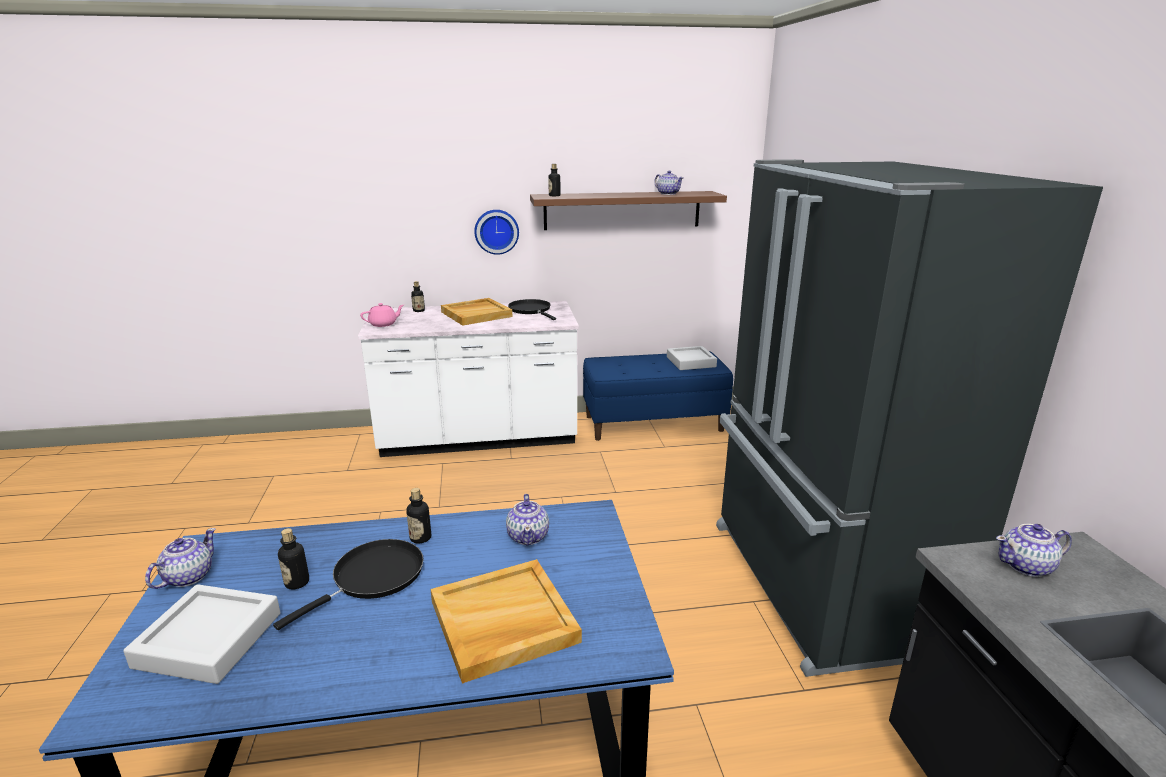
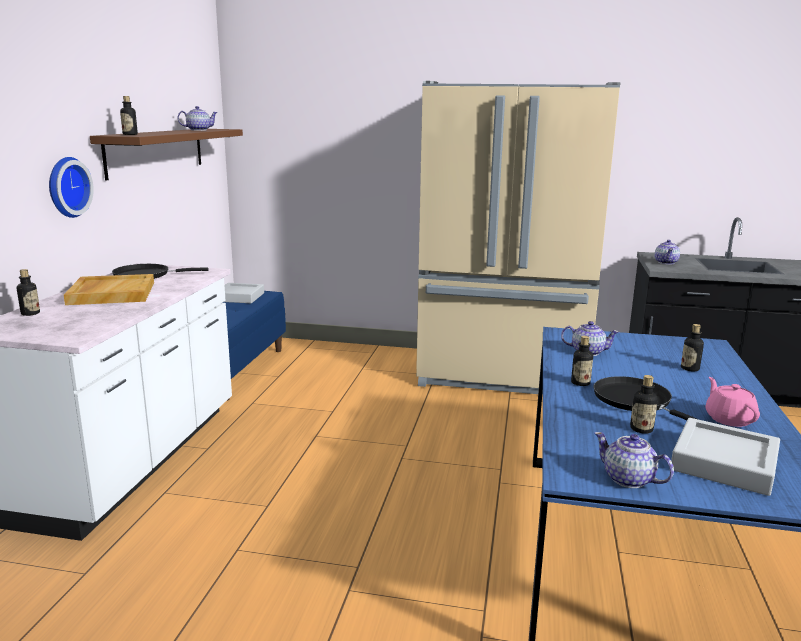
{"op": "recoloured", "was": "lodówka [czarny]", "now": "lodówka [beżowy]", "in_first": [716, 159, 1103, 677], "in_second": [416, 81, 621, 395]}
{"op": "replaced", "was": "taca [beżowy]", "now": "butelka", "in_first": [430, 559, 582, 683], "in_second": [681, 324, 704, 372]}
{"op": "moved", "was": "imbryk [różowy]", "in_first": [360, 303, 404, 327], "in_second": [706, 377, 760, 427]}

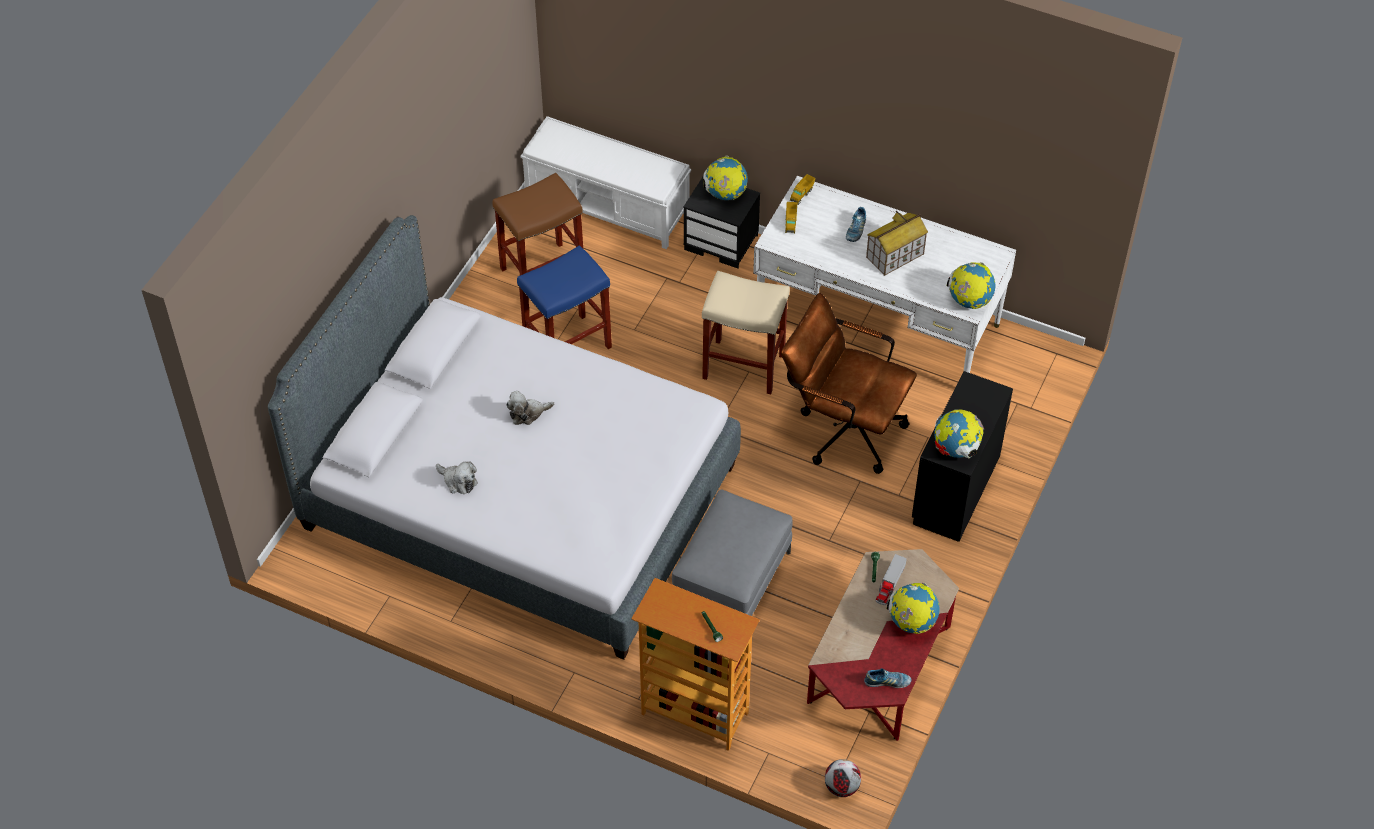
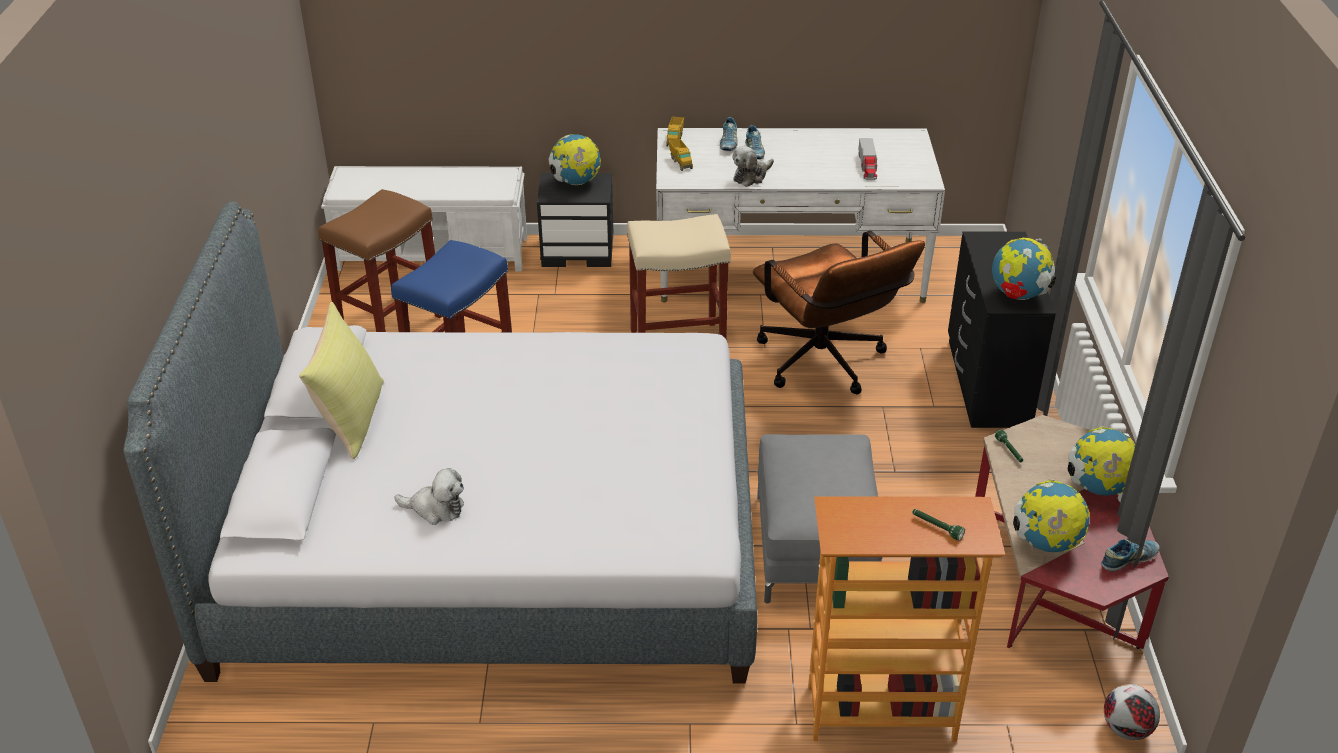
{"op": "added", "now": "poduszka [żółty]", "in_second": [299, 302, 384, 459]}
{"op": "added", "now": "but", "in_second": [720, 117, 738, 151]}
{"op": "moved", "was": "pluszak", "in_first": [506, 391, 554, 425], "in_second": [732, 146, 774, 187]}
{"op": "turned", "was": "krzesło biurowe [brązowy]", "in_first": [781, 293, 917, 474], "in_second": [753, 231, 925, 394], "clockwise": -120}
{"op": "moved", "was": "ciężarówka zabawkowa", "in_first": [876, 554, 907, 605], "in_second": [859, 138, 877, 180]}
{"op": "moved", "was": "globus", "in_first": [947, 262, 995, 309], "in_second": [1013, 479, 1090, 552]}
{"op": "removed", "was": "domek", "in_first": [866, 211, 928, 276]}

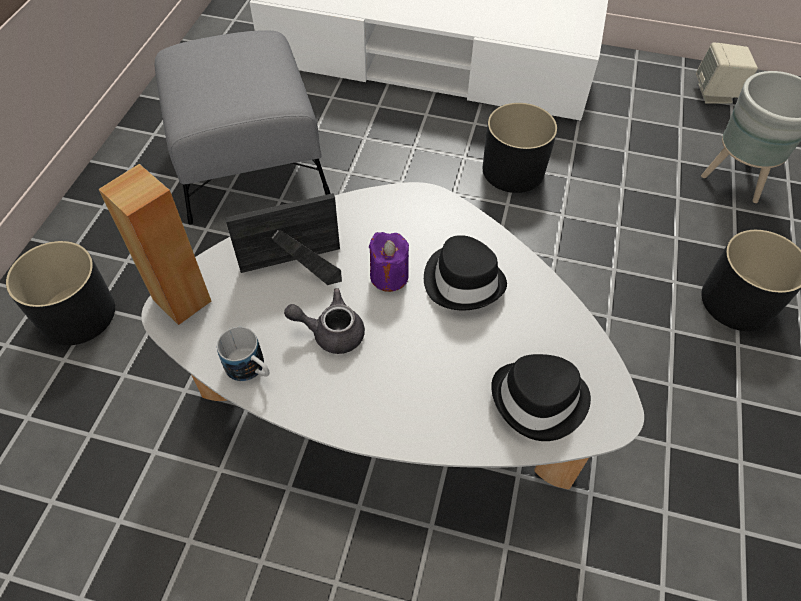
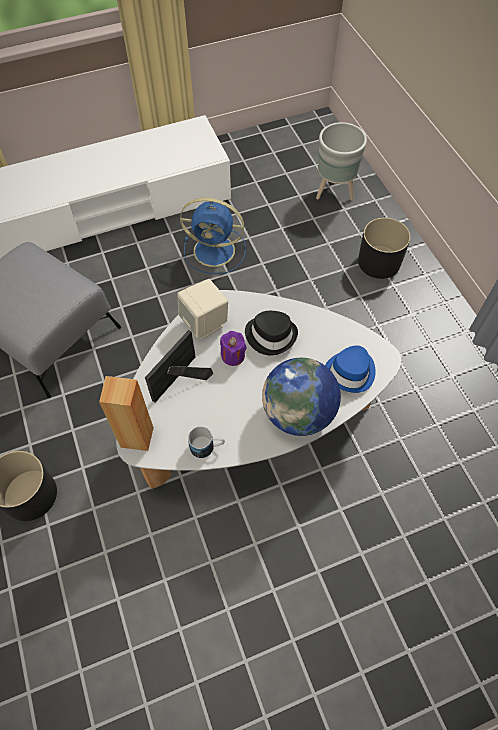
{"op": "moved", "was": "głośnik [beżowy]", "in_first": [696, 42, 758, 104], "in_second": [177, 279, 228, 340]}
{"op": "replaced", "was": "donica [czarny]", "now": "wentylator [niebieski]", "in_first": [483, 103, 557, 193], "in_second": [180, 198, 246, 274]}
{"op": "added", "now": "globus", "in_second": [262, 358, 341, 436]}
{"op": "recoloured", "was": "kapelusz [czarny]", "now": "kapelusz [niebieski]", "in_first": [491, 354, 591, 441], "in_second": [325, 346, 376, 393]}
{"op": "removed", "was": "imbryk [szary]", "in_first": [284, 288, 365, 354]}

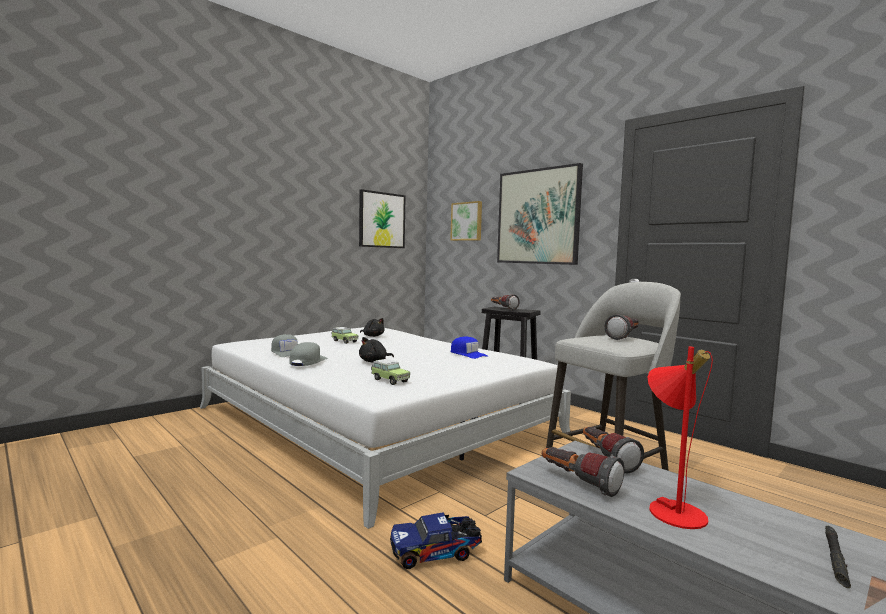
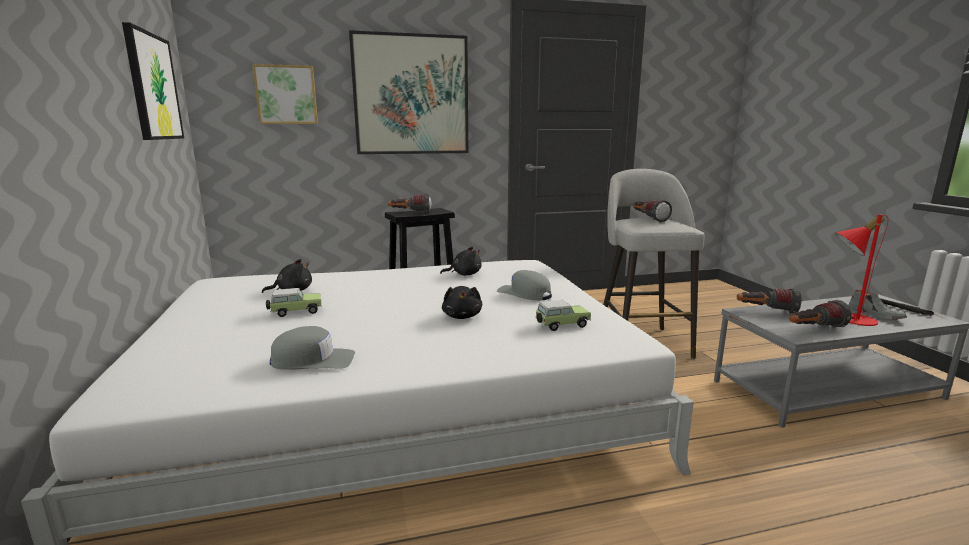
{"op": "replaced", "was": "czapka z daszkiem [niebieski]", "now": "pluszak [czarny]", "in_first": [451, 337, 488, 359], "in_second": [440, 247, 482, 276]}
{"op": "moved", "was": "czapka z daszkiem [szary]", "in_first": [289, 342, 328, 366], "in_second": [497, 270, 552, 301]}
{"op": "added", "now": "but [szary]", "in_second": [848, 290, 907, 320]}
{"op": "removed", "was": "ciężarówka zabawkowa", "in_first": [390, 512, 482, 569]}

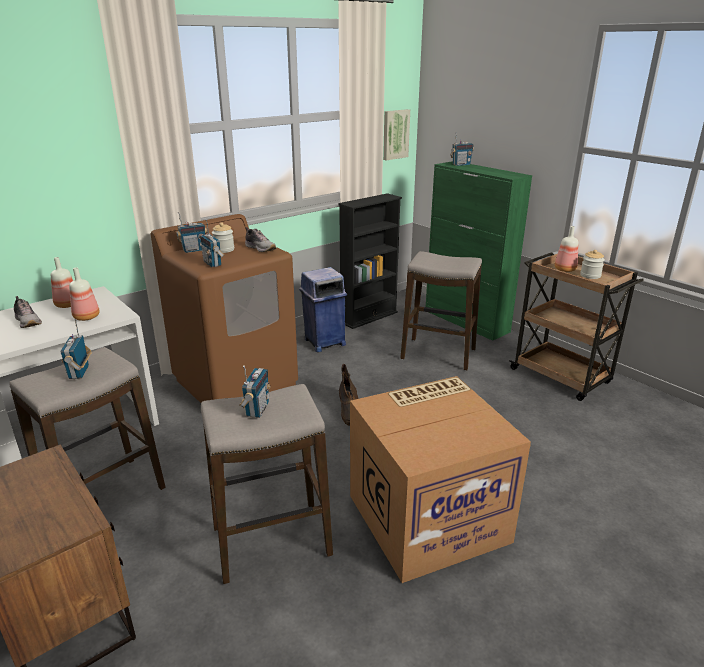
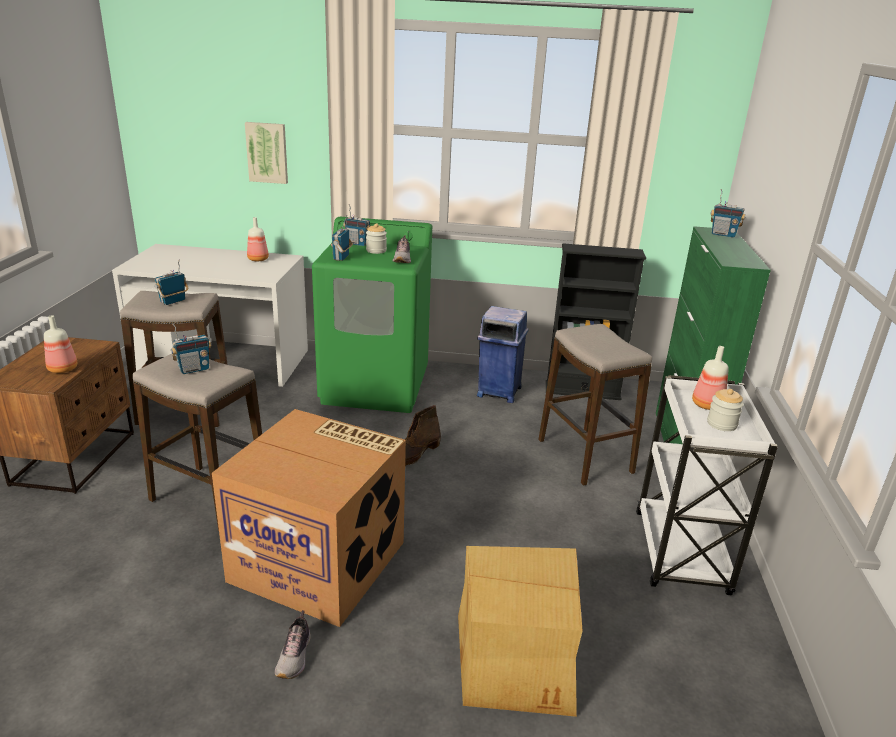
{"op": "moved", "was": "butelka", "in_first": [69, 267, 100, 321], "in_second": [44, 315, 77, 373]}
{"op": "moved", "was": "obraz", "in_first": [383, 109, 410, 161], "in_second": [245, 122, 288, 184]}
{"op": "moved", "was": "but", "in_first": [14, 296, 42, 328], "in_second": [275, 610, 311, 679]}
{"op": "recoloured", "was": "pralka [brązowy]", "now": "pralka [zielony]", "in_first": [151, 214, 298, 403], "in_second": [312, 217, 432, 413]}
{"op": "added", "now": "karton", "in_second": [458, 546, 583, 717]}
{"op": "recoloured", "was": "wózek [brązowy]", "now": "wózek [biały]", "in_first": [509, 252, 644, 401], "in_second": [636, 375, 778, 595]}

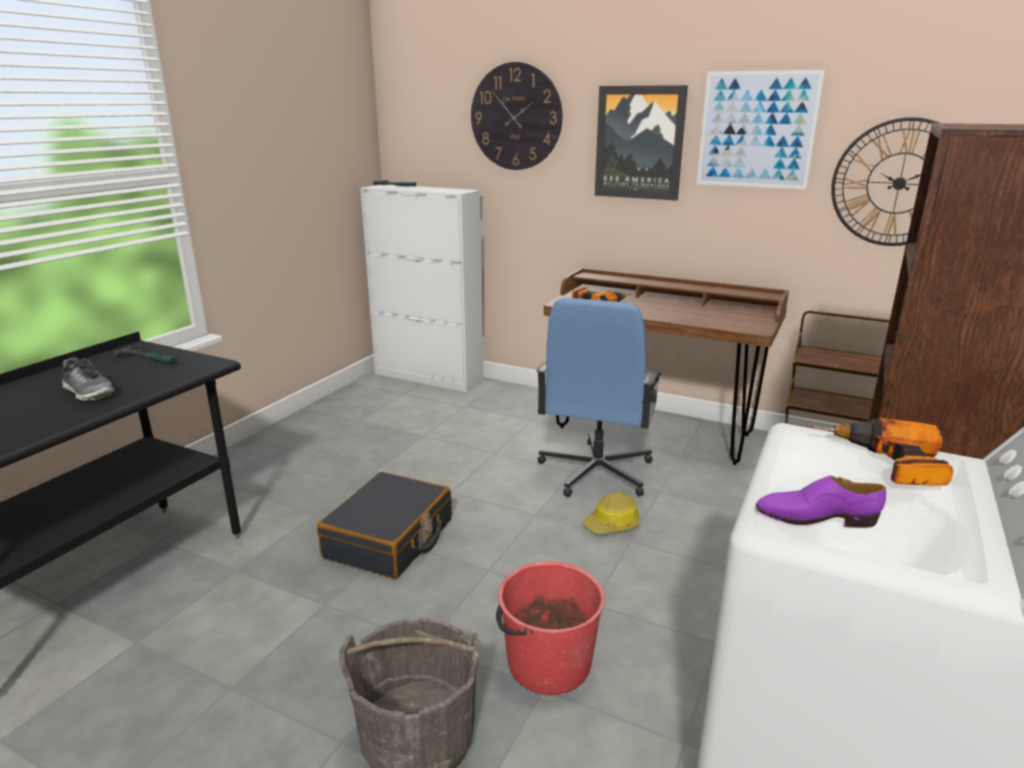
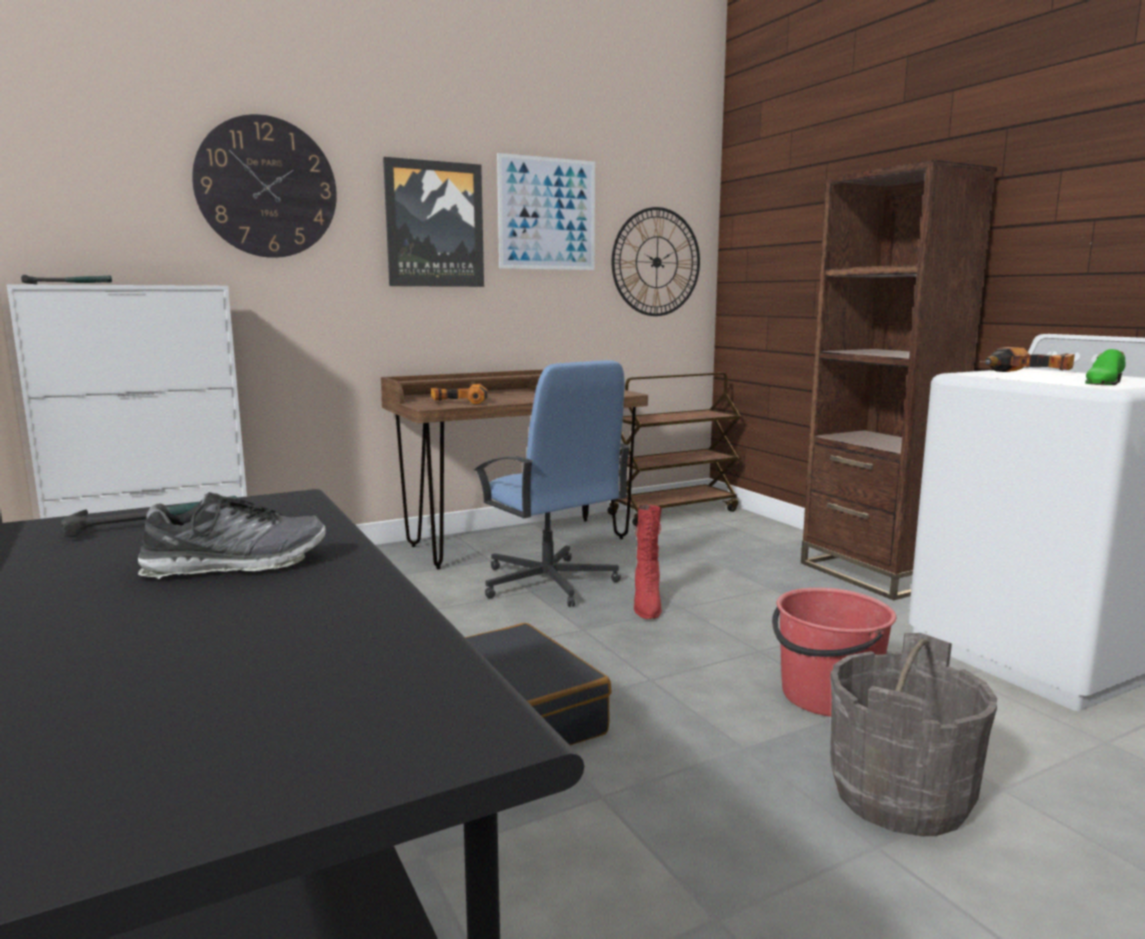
{"op": "replaced", "was": "kask", "now": "but z cholewką [czerwony]", "in_first": [582, 492, 640, 534], "in_second": [634, 505, 662, 619]}
{"op": "recoloured", "was": "but [fioletowy]", "now": "but [zielony]", "in_first": [756, 476, 886, 528], "in_second": [1085, 349, 1126, 385]}

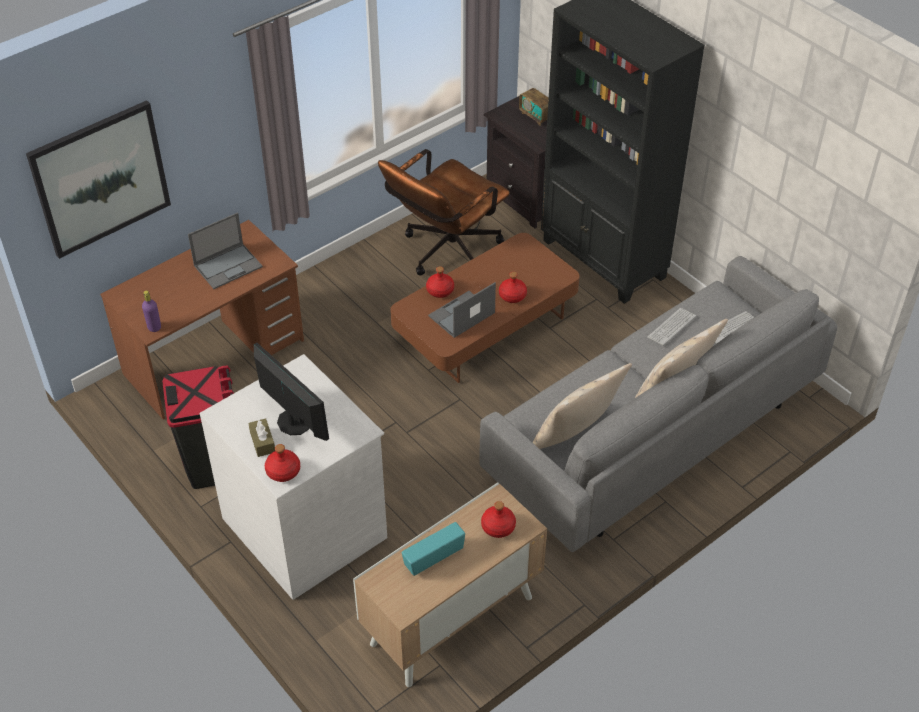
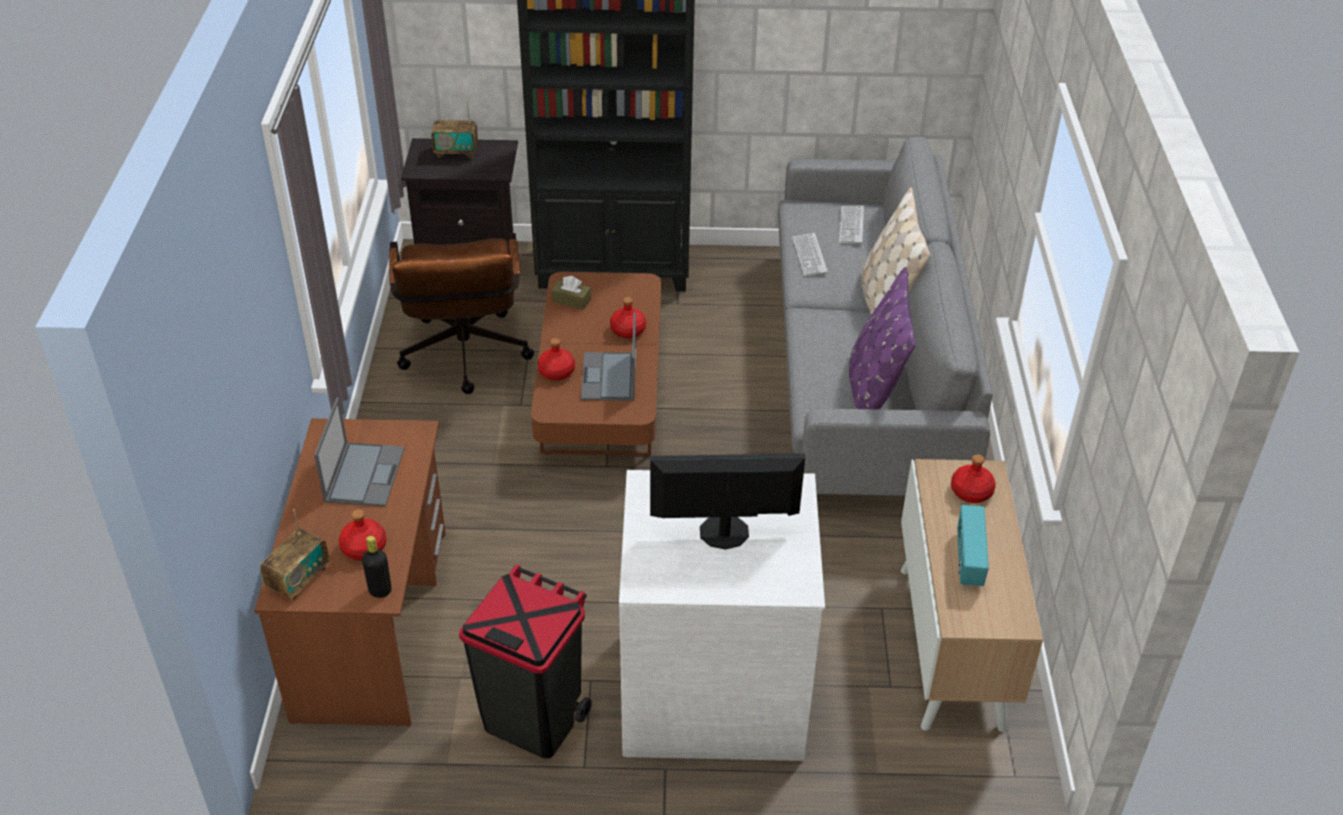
{"op": "added", "now": "radio", "in_second": [260, 509, 329, 601]}
{"op": "moved", "was": "butelka [czerwony]", "in_first": [265, 444, 300, 482], "in_second": [339, 509, 386, 560]}
{"op": "recoloured", "was": "butelka [fioletowy]", "now": "butelka [czarny]", "in_first": [142, 290, 161, 332], "in_second": [362, 536, 392, 598]}
{"op": "moved", "was": "pudełko chusteczek [brązowy]", "in_first": [248, 418, 275, 457], "in_second": [551, 276, 591, 310]}
{"op": "recoloured", "was": "poduszka [beżowy]", "now": "poduszka [fioletowy]", "in_first": [532, 363, 632, 449], "in_second": [849, 267, 916, 409]}
{"op": "removed", "was": "obraz", "in_first": [26, 100, 171, 259]}

